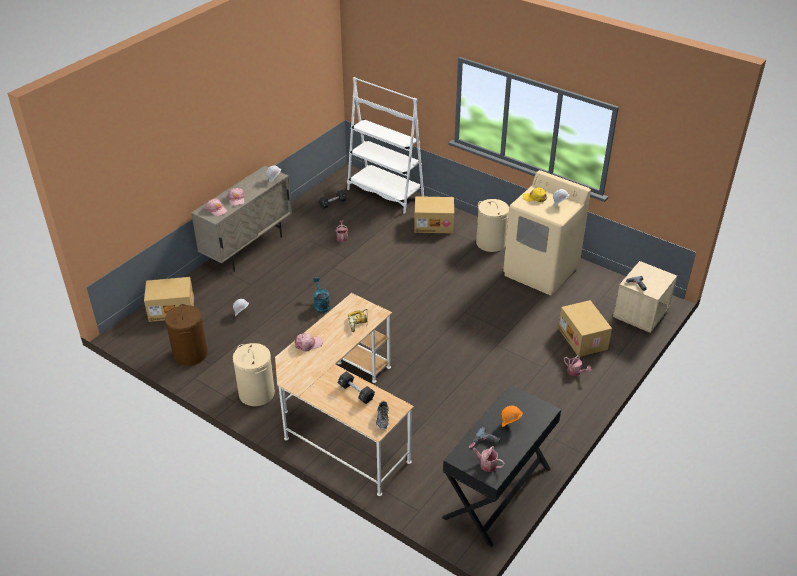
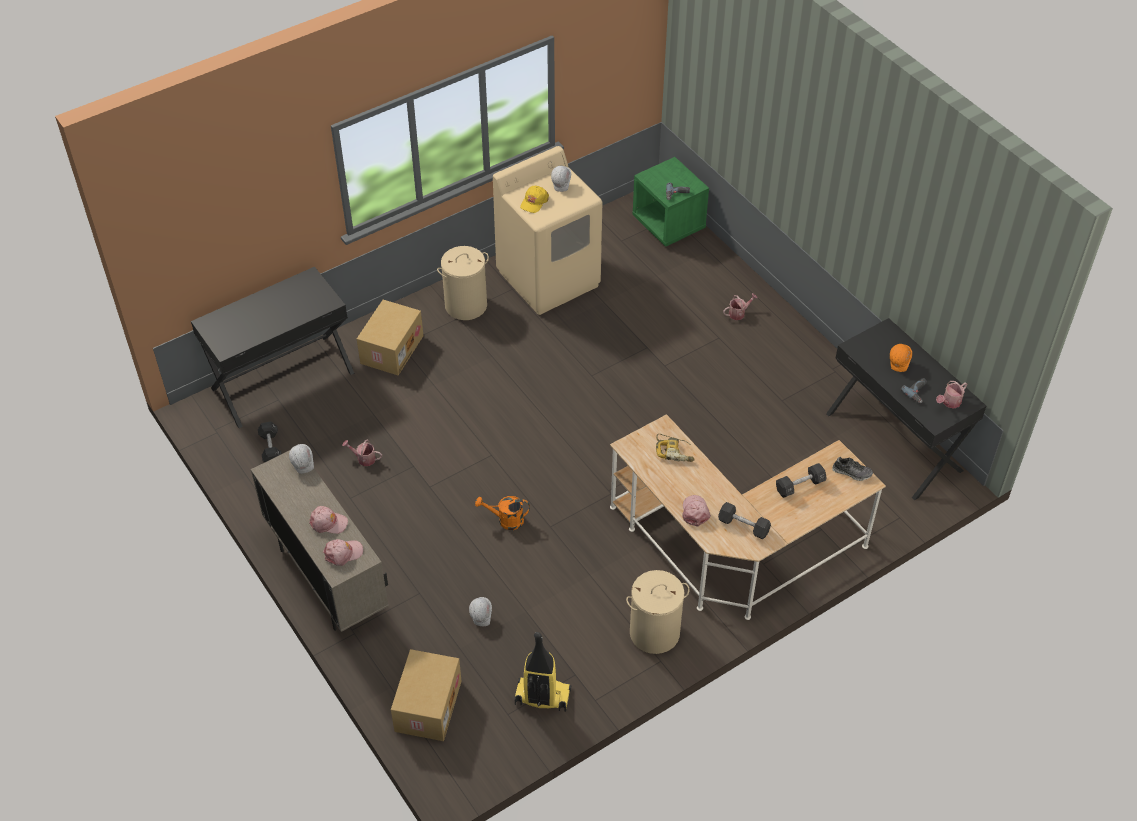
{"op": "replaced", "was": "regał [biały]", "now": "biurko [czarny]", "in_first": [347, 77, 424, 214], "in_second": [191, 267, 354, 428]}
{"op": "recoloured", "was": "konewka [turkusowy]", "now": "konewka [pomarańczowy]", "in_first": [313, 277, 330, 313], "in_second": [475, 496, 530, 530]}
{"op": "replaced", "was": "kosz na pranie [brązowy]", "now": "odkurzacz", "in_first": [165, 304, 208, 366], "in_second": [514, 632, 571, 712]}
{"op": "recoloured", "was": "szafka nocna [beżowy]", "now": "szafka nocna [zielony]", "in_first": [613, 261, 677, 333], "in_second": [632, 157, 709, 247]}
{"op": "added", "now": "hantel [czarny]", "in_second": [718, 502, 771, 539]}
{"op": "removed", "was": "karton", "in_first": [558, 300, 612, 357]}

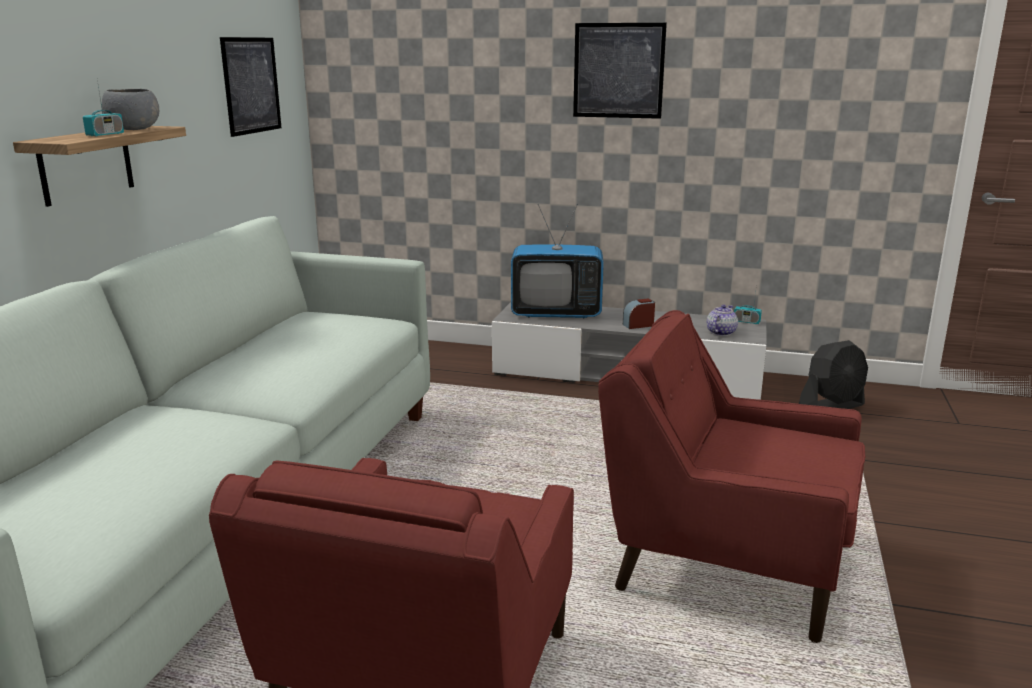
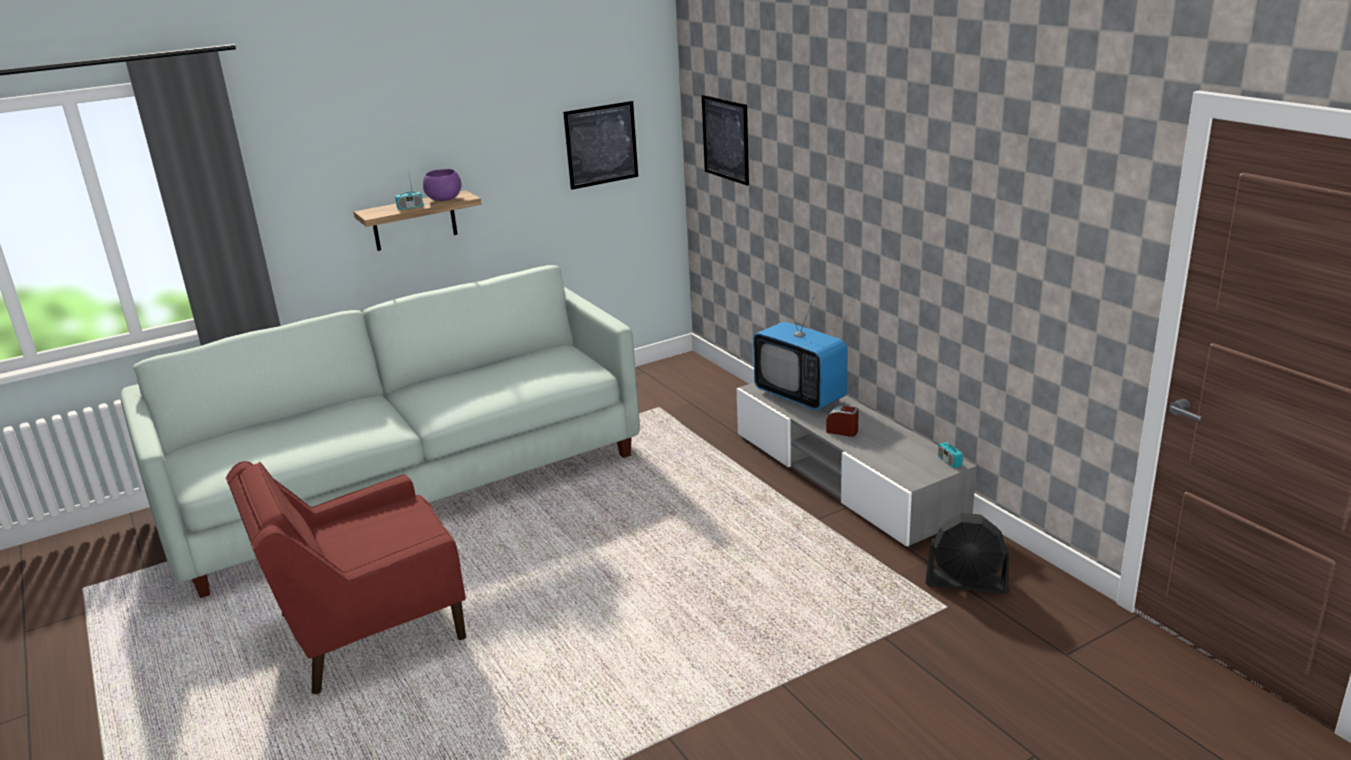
{"op": "recoloured", "was": "miska [szary]", "now": "miska [fioletowy]", "in_first": [102, 89, 159, 130], "in_second": [423, 169, 462, 201]}
{"op": "moved", "was": "obraz", "in_first": [573, 23, 667, 119], "in_second": [702, 95, 749, 186]}
{"op": "removed", "was": "fotel [czerwony]", "in_first": [598, 310, 866, 643]}
{"op": "removed", "was": "imbryk", "in_first": [707, 304, 738, 336]}

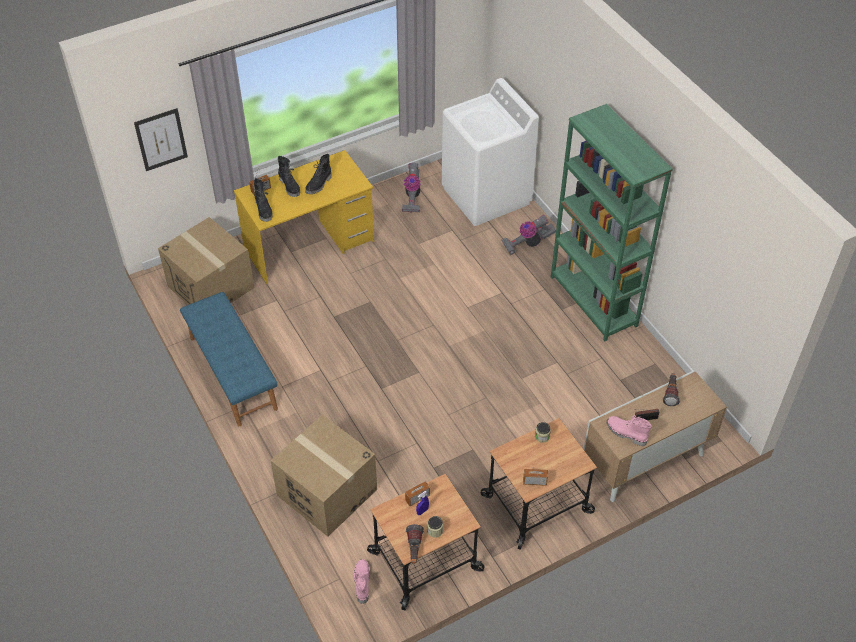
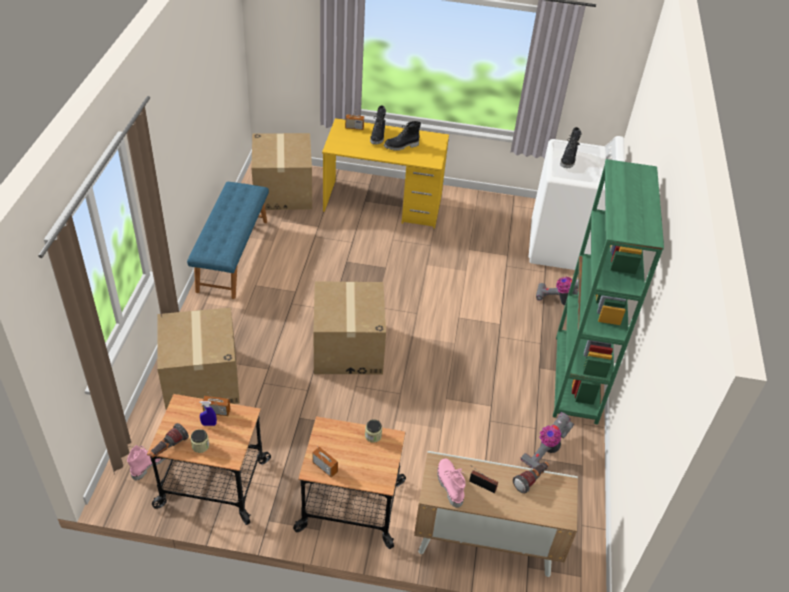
{"op": "added", "now": "karton", "in_second": [313, 281, 386, 374]}
{"op": "moved", "was": "odkurzacz", "in_first": [402, 163, 421, 212], "in_second": [521, 412, 574, 469]}
{"op": "moved", "was": "but z cholewką [czarny]", "in_first": [254, 178, 273, 222], "in_second": [560, 127, 582, 168]}
{"op": "removed", "was": "obraz", "in_first": [134, 108, 188, 171]}

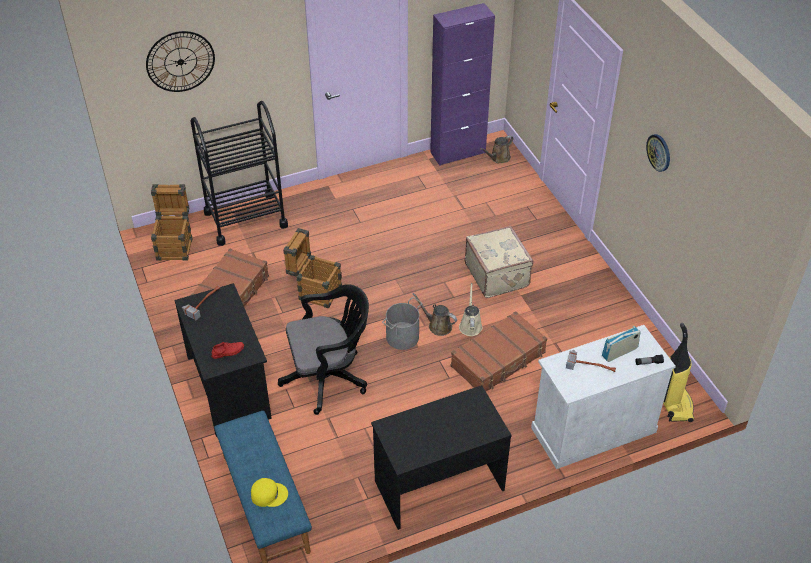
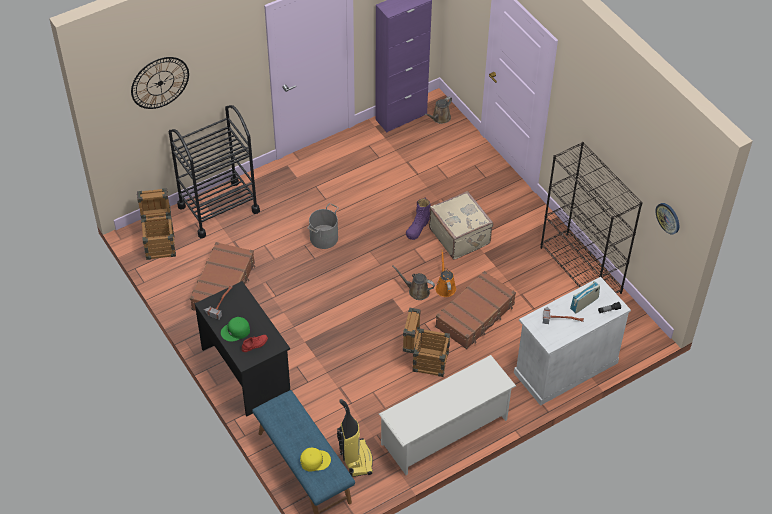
{"op": "added", "now": "czapka z daszkiem [zielony]", "in_second": [221, 317, 250, 342]}
{"op": "moved", "was": "wiadro [szary]", "in_first": [382, 297, 423, 350], "in_second": [308, 203, 339, 249]}
{"op": "moved", "was": "odkurzacz", "in_first": [663, 323, 694, 422], "in_second": [337, 399, 373, 477]}
{"op": "replaced", "was": "biurko [czarny]", "now": "regał na buty [biały]", "in_first": [371, 385, 512, 530], "in_second": [379, 355, 516, 475]}
{"op": "moved", "was": "skrzynka", "in_first": [283, 228, 342, 309], "in_second": [403, 308, 450, 377]}
{"op": "added", "now": "but z cholewką [fioletowy]", "in_second": [406, 198, 431, 240]}
{"op": "recoloured", "was": "konewka [beżowy]", "now": "konewka [pomarańczowy]", "in_first": [459, 283, 483, 336], "in_second": [435, 249, 456, 297]}
{"op": "added", "now": "regał [czarny]", "in_second": [540, 142, 643, 294]}
{"op": "moved", "was": "zegar ścienny", "in_first": [646, 134, 670, 172], "in_second": [656, 203, 679, 235]}
{"op": "removed", "was": "krzesło biurowe [czarny]", "in_first": [278, 284, 369, 415]}

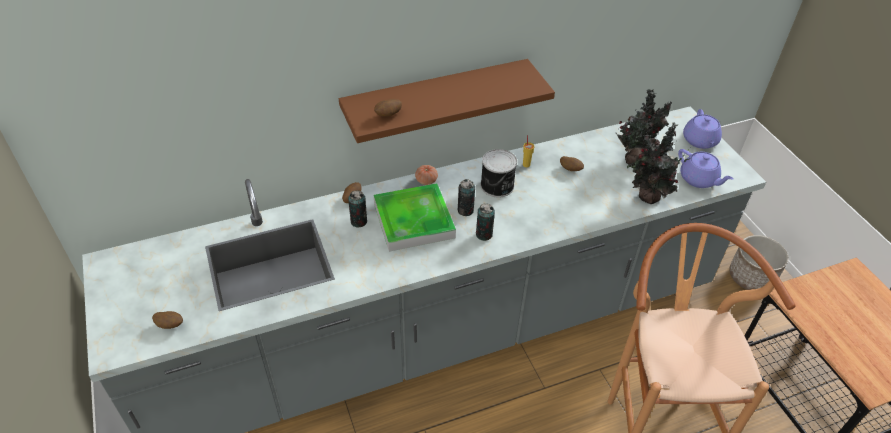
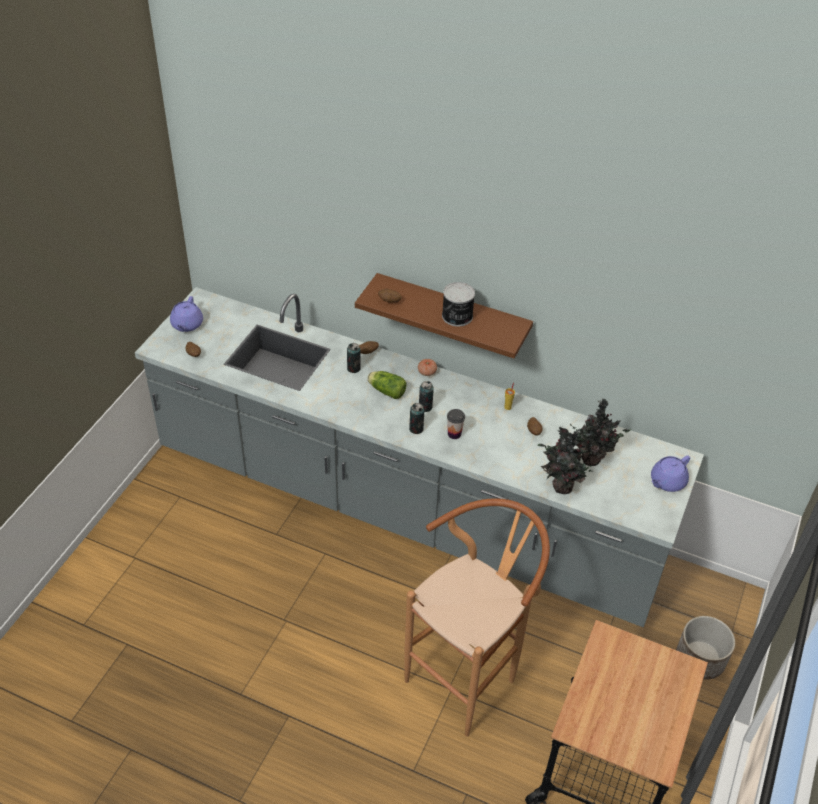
{"op": "moved", "was": "imbryk [fioletowy]", "in_first": [678, 149, 734, 188], "in_second": [170, 296, 203, 332]}
{"op": "replaced", "was": "taca", "now": "sałata", "in_first": [374, 183, 456, 252], "in_second": [367, 371, 406, 399]}
{"op": "moved", "was": "puszka", "in_first": [480, 149, 517, 197], "in_second": [442, 282, 475, 327]}
{"op": "added", "now": "filiżanka", "in_second": [447, 409, 465, 439]}

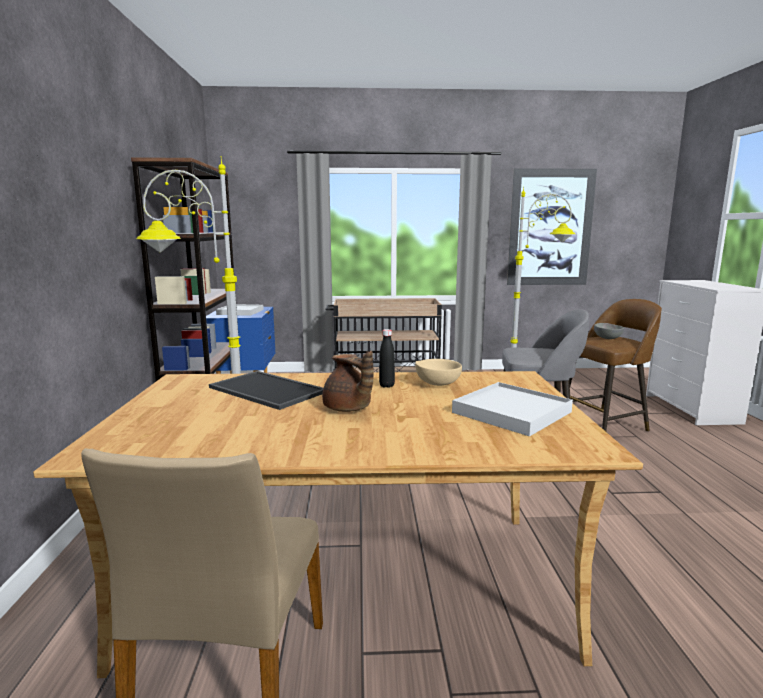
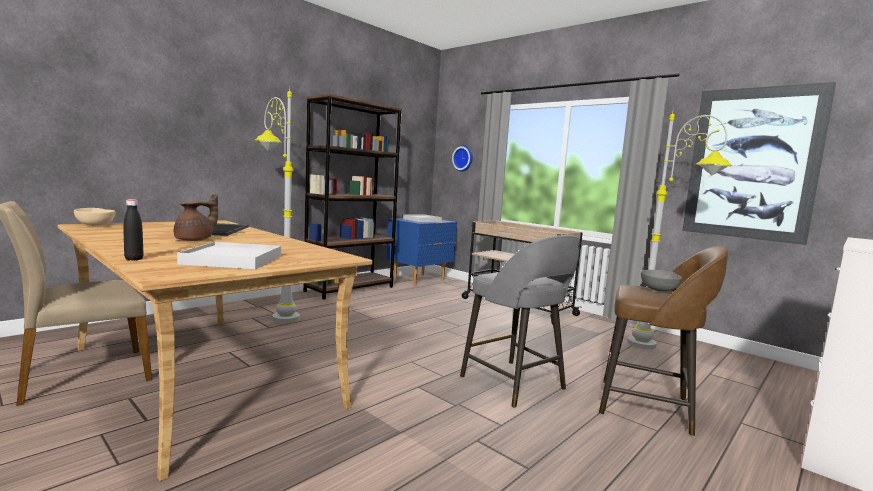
{"op": "moved", "was": "miska [beżowy]", "in_first": [415, 359, 462, 386], "in_second": [74, 208, 115, 226]}
{"op": "moved", "was": "butelka [czarny]", "in_first": [379, 329, 395, 388], "in_second": [123, 199, 143, 261]}
{"op": "turned", "was": "imbryk [brązowy]", "in_first": [322, 351, 374, 412], "in_second": [174, 194, 218, 241], "clockwise": -150}
{"op": "added", "now": "zegar ścienny", "in_second": [452, 145, 473, 172]}

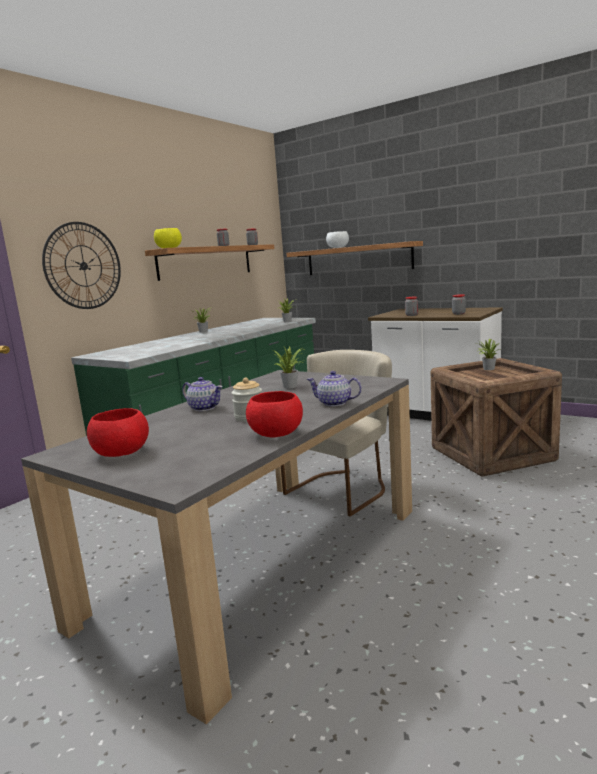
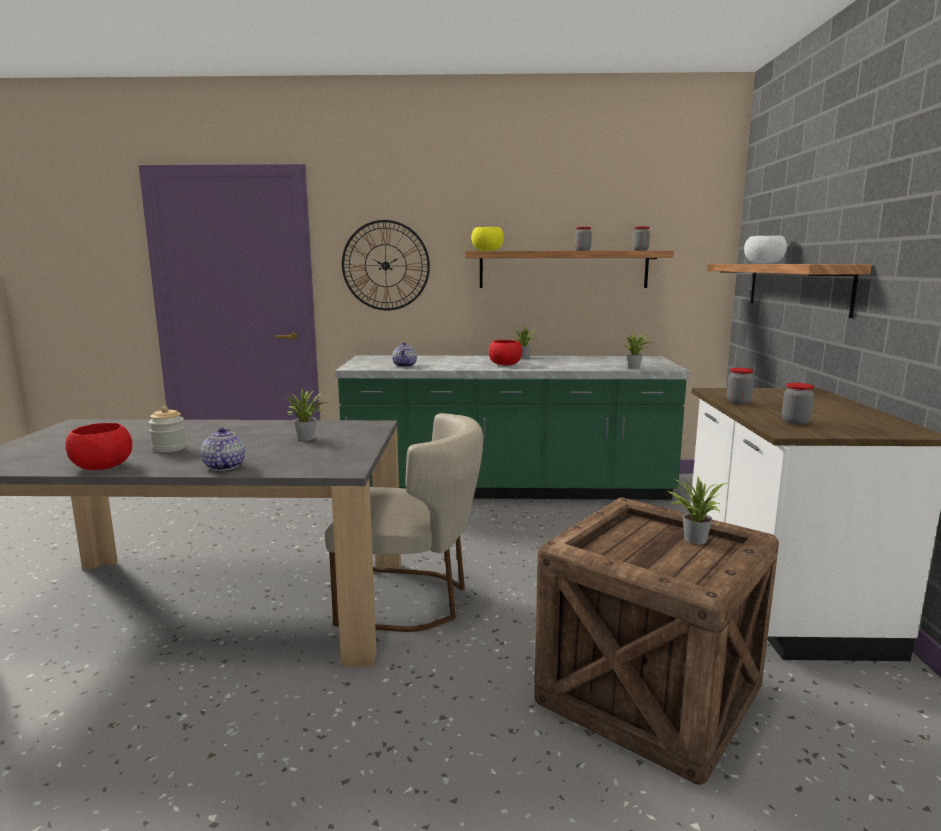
{"op": "moved", "was": "imbryk", "in_first": [182, 377, 223, 411], "in_second": [392, 342, 417, 367]}
{"op": "moved", "was": "miska [czerwony]", "in_first": [87, 408, 149, 457], "in_second": [489, 340, 522, 366]}

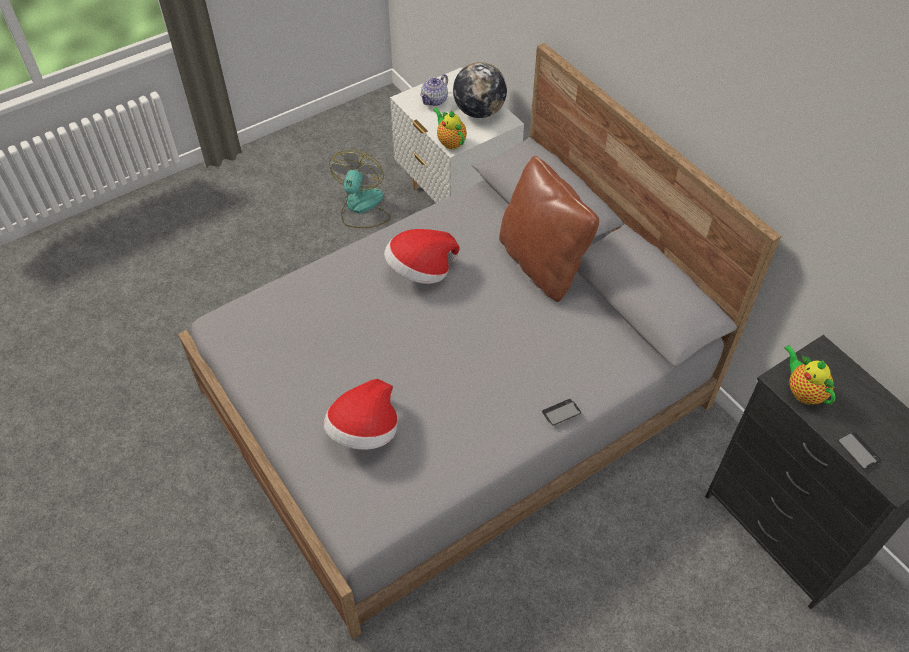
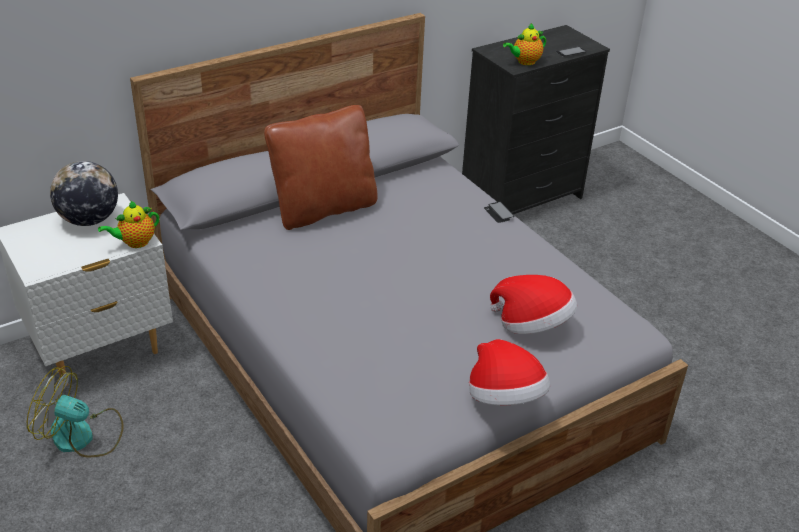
{"op": "moved", "was": "kapelusz", "in_first": [384, 229, 460, 284], "in_second": [469, 339, 550, 405]}
{"op": "removed", "was": "imbryk", "in_first": [420, 74, 448, 106]}

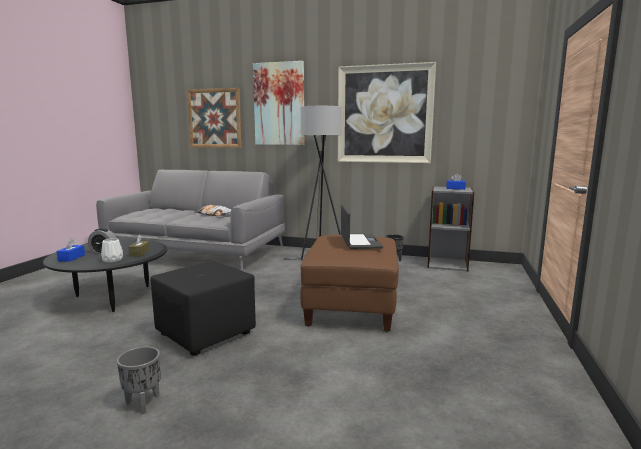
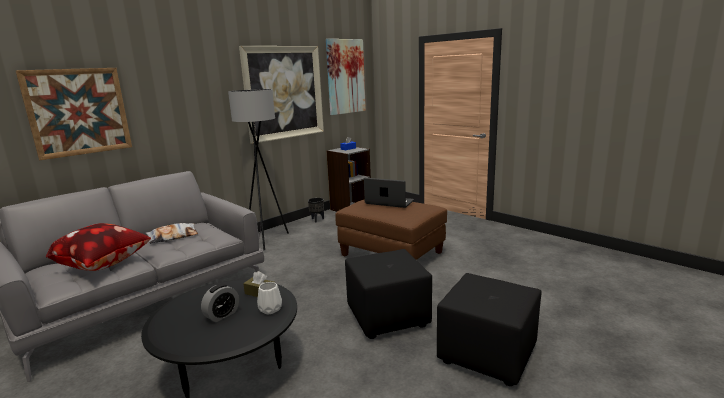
{"op": "added", "now": "poduszka", "in_second": [46, 223, 151, 271]}
{"op": "moved", "was": "obraz", "in_first": [253, 61, 304, 145], "in_second": [326, 39, 366, 115]}
{"op": "replaced", "was": "donica [szary]", "now": "pufa [czarny]", "in_first": [117, 347, 161, 414], "in_second": [437, 273, 541, 386]}
{"op": "removed", "was": "pudełko chusteczek [niebieski]", "in_first": [56, 238, 85, 262]}

